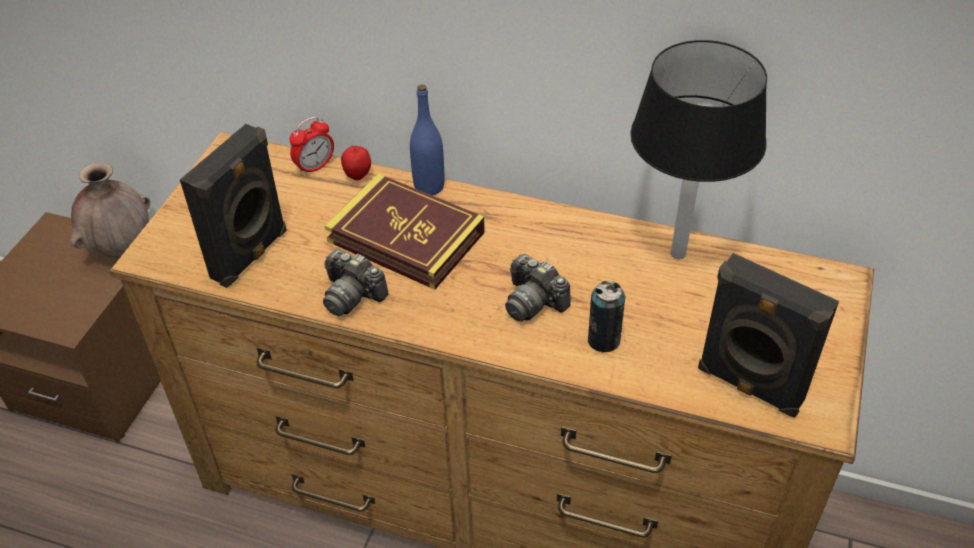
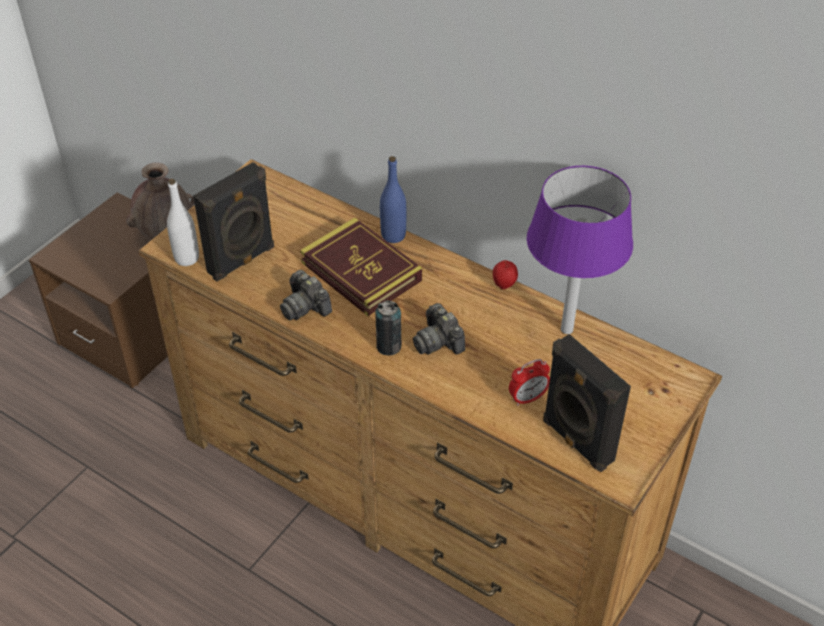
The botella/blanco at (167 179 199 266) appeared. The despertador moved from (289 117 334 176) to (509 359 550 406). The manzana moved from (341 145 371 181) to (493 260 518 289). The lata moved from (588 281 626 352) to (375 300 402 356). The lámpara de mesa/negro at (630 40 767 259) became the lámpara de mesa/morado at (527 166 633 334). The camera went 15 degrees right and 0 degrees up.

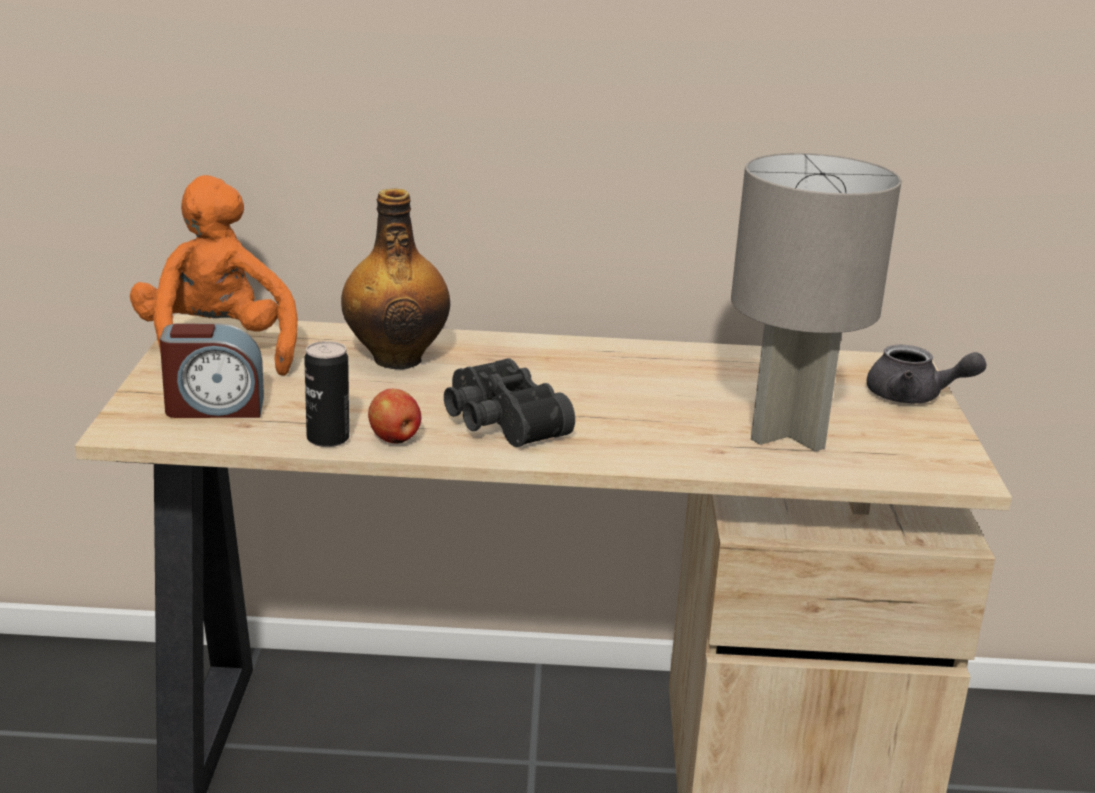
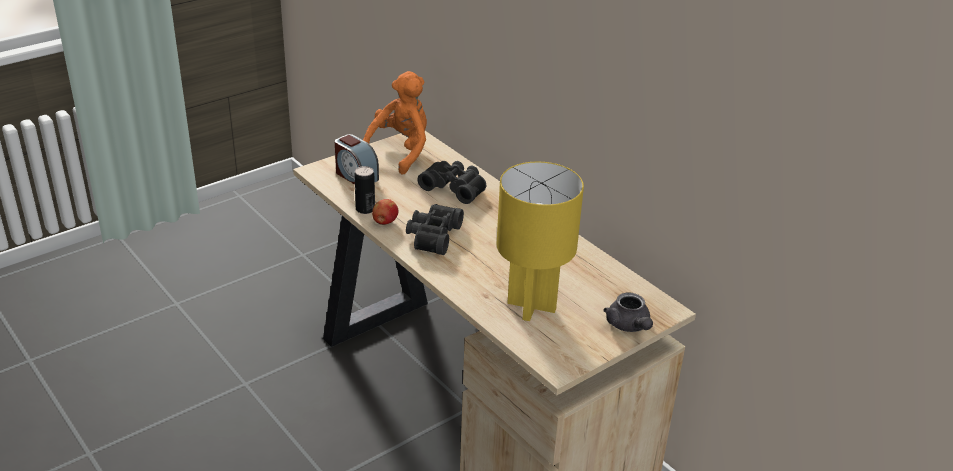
The botella at (341 188 450 369) was replaced by the prismáticos/negro at (417 161 486 204). The lámpara de mesa/gris at (731 153 901 451) became the lámpara de mesa/amarillo at (497 161 584 321). The camera went 50 degrees right and 10 degrees up.

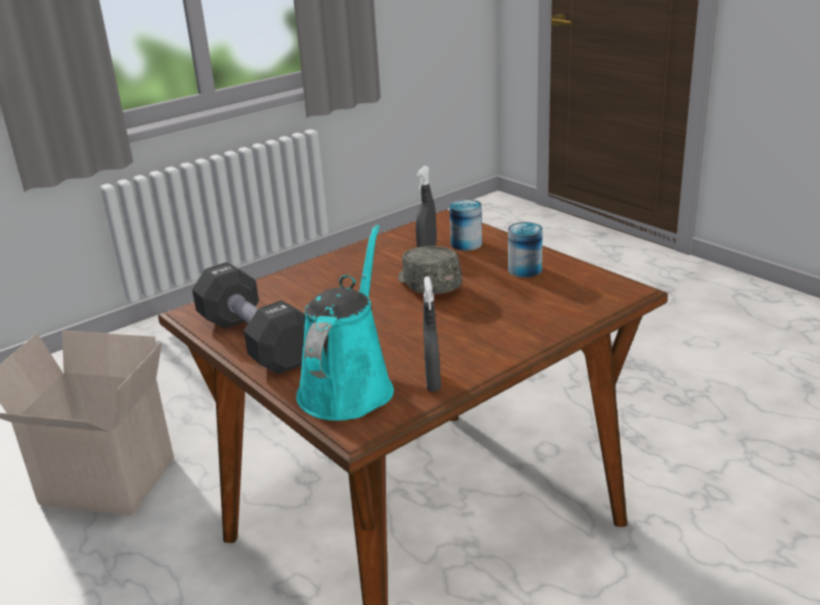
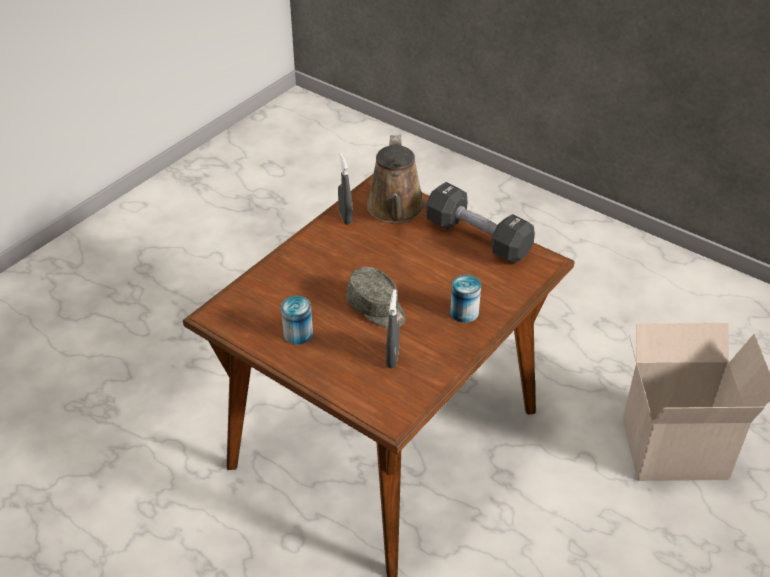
The lata moved from (450 199 482 251) to (450 275 481 323). The regadera/turquesa at (296 225 394 421) became the regadera/marrón at (367 135 425 223). The camera went 165 degrees right and 15 degrees up.

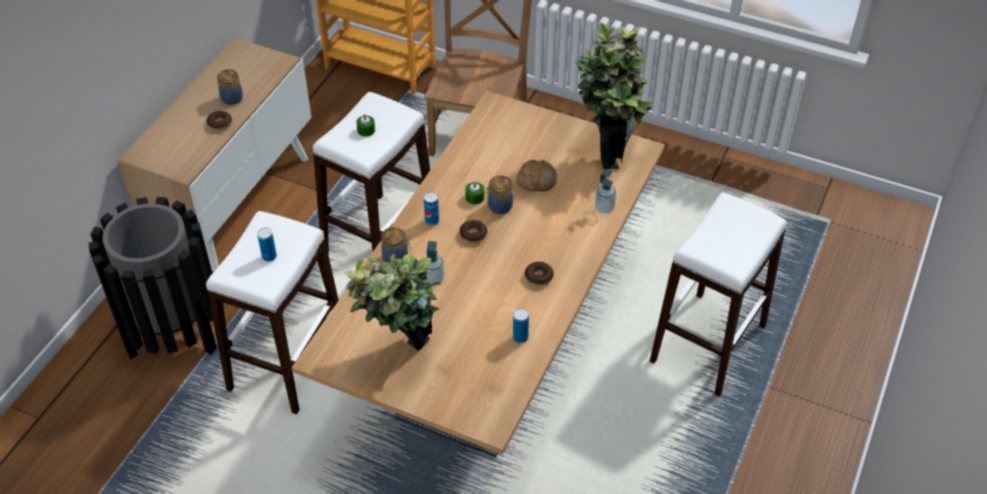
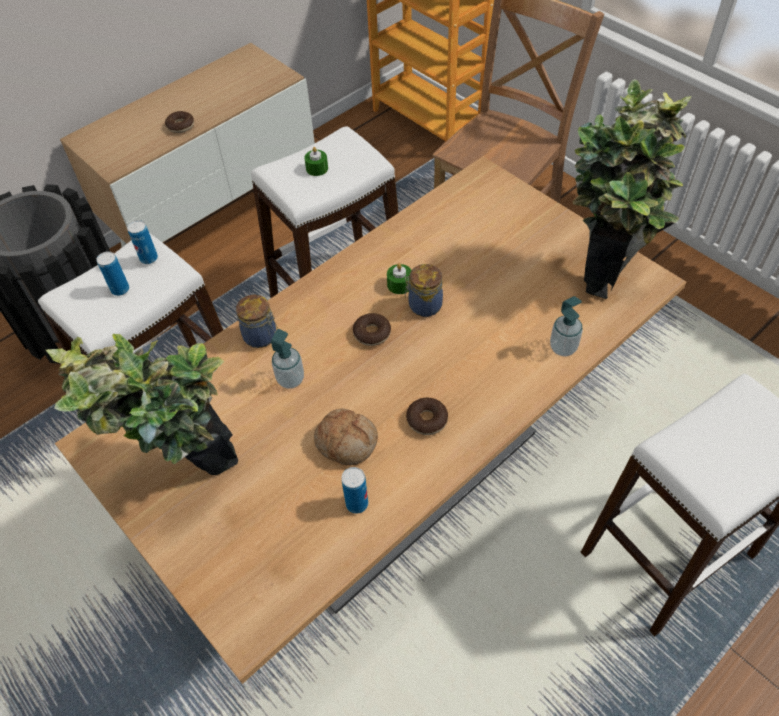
The tarro at (217 69 243 105) disappeared. The lata moved from (424 192 439 226) to (127 220 158 264). The pan moved from (517 160 557 192) to (314 409 378 466). The camera went 25 degrees right and 5 degrees up.

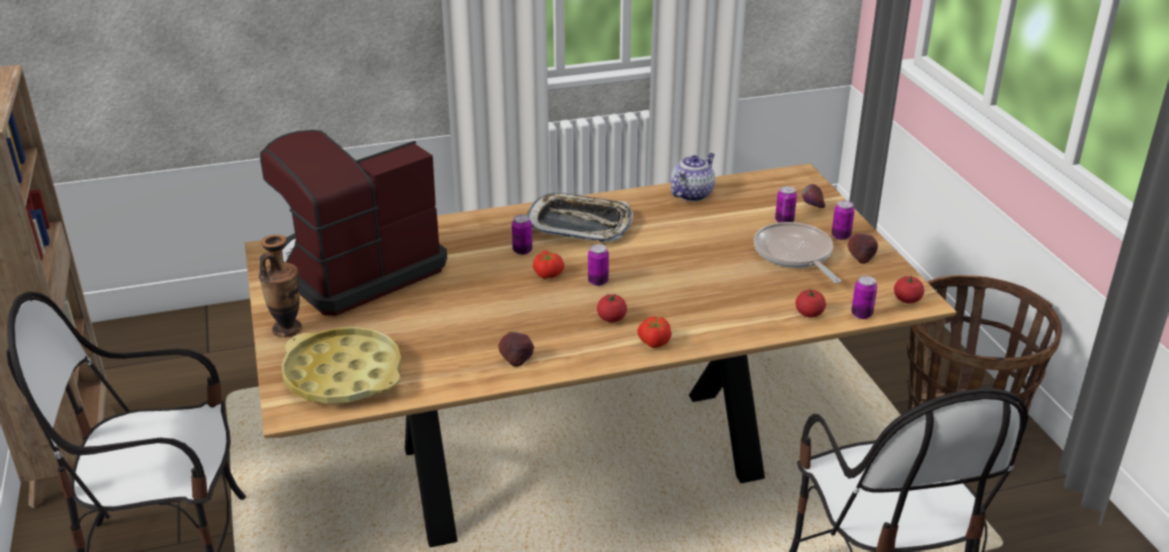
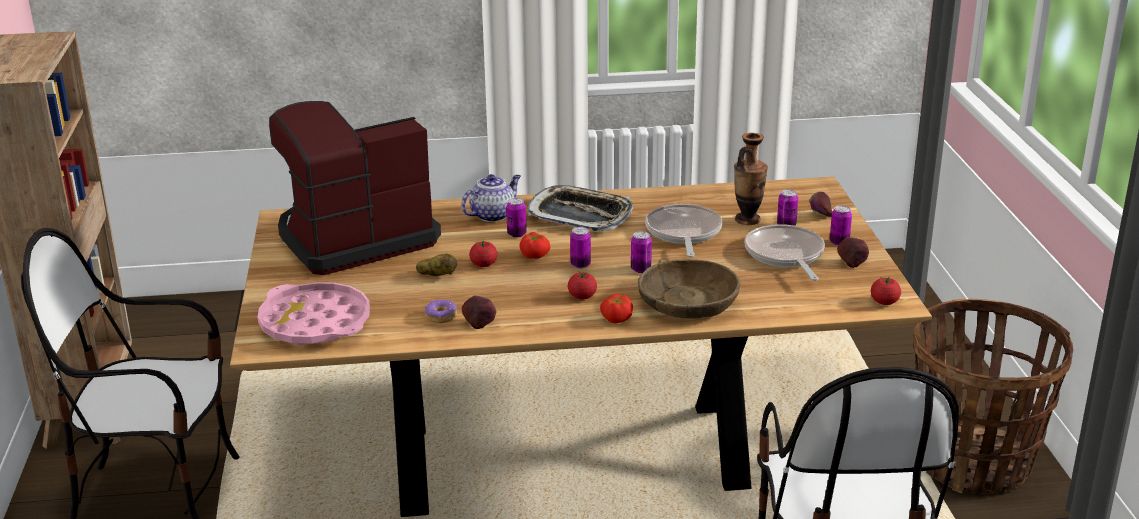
The patata at (416 254 457 276) appeared. The rosquilla at (425 300 457 323) appeared. The cuenco/marrón at (638 259 740 319) appeared. The sartén at (645 204 722 257) appeared. The florero moved from (258 235 302 338) to (734 133 768 225). The tetera moved from (671 153 715 202) to (461 174 521 222). The tomate moved from (795 288 826 317) to (469 240 498 267). The lata moved from (851 276 877 319) to (631 231 652 273). The bandeja/amarillo at (281 327 402 404) became the bandeja/rosa at (258 282 370 345). The camera went 10 degrees right and 5 degrees down.

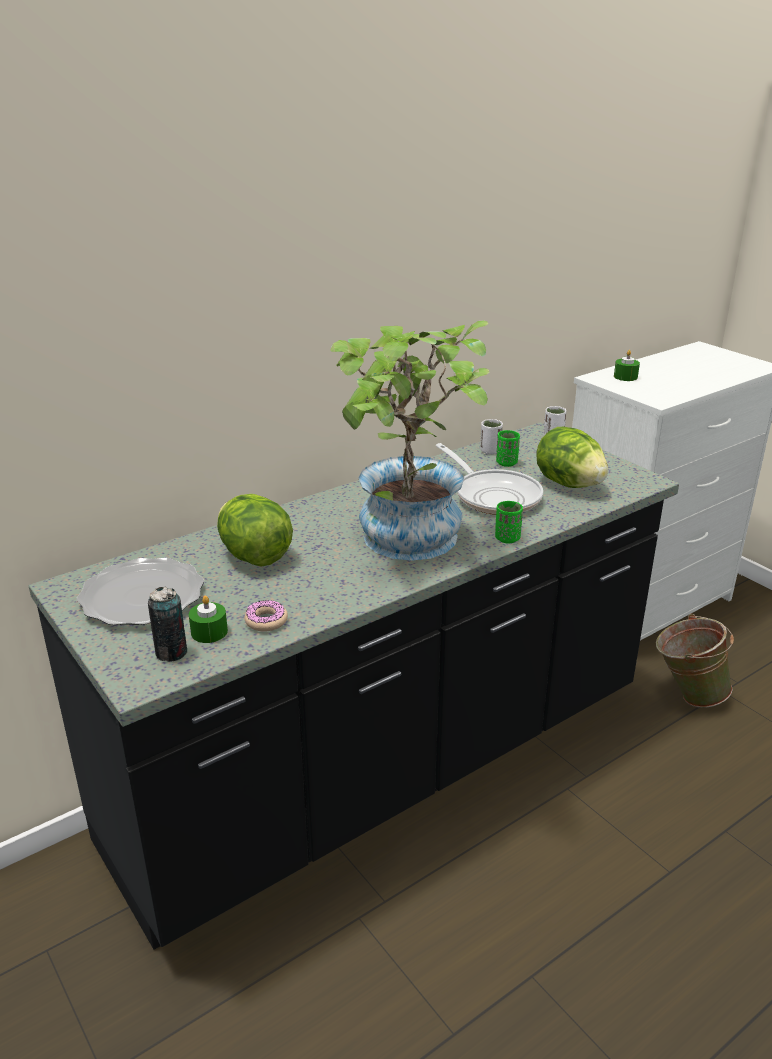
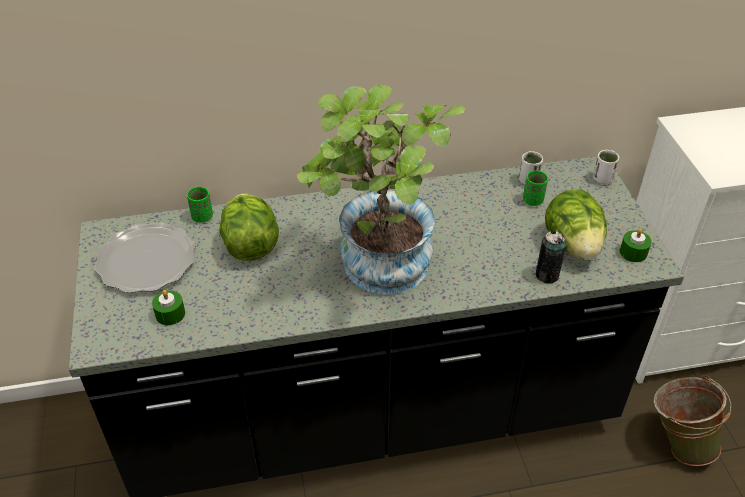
The rosquilla at (244 600 288 631) disappeared. The sartén at (436 443 543 515) disappeared. The lata moved from (148 587 187 662) to (536 230 567 284). The taza/verde moved from (495 501 523 543) to (187 187 213 223). The vela/verde moved from (614 350 640 381) to (620 228 652 262). The camera went 25 degrees right and 15 degrees up.

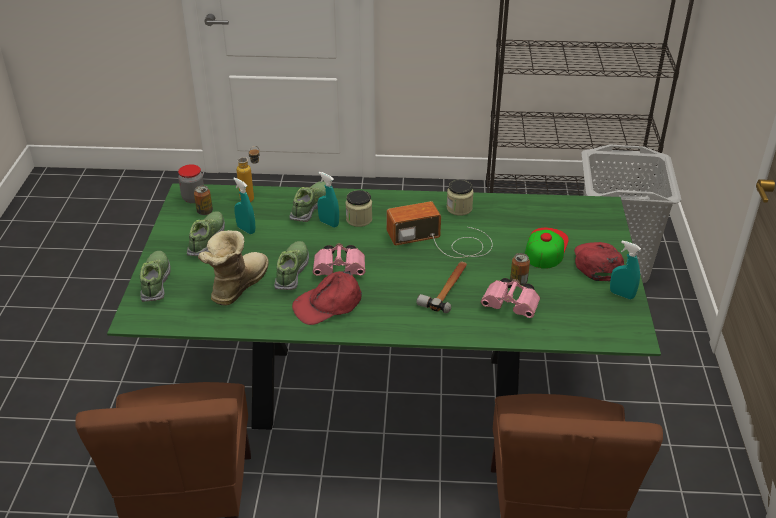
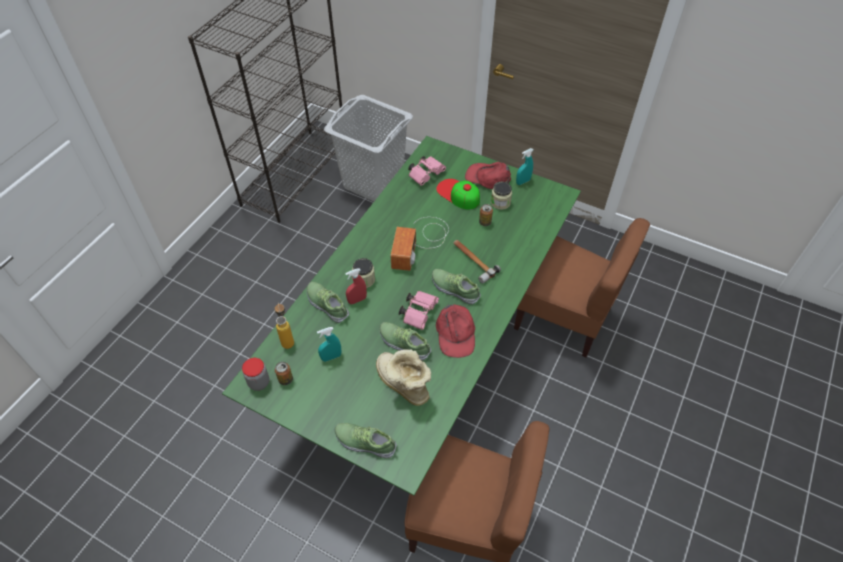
The zapato moved from (187 211 225 256) to (432 269 481 305). The tarro moved from (447 180 474 216) to (491 182 512 210). The prismáticos/rosa moved from (481 278 540 318) to (408 156 446 186). The pulverizador/turquesa at (318 171 339 227) became the pulverizador/rojo at (345 268 367 304). The camera went 65 degrees left and 15 degrees up.

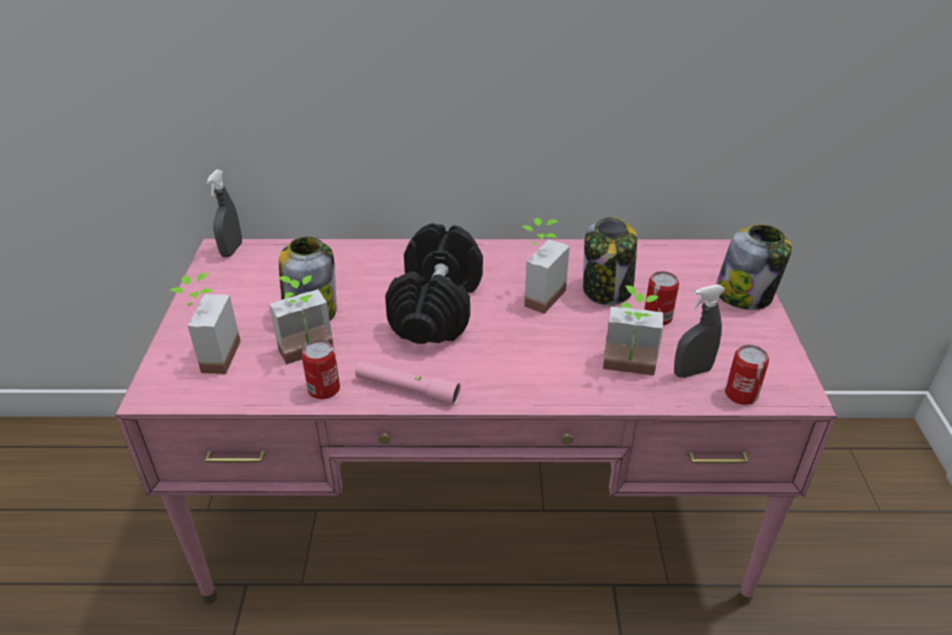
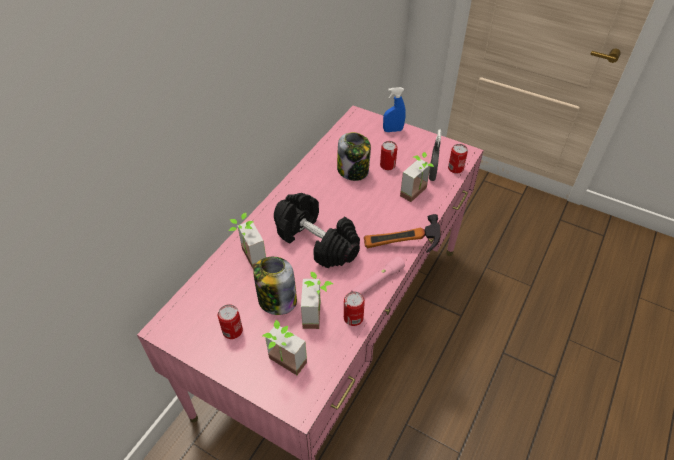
The pulverizador/gris at (206 169 242 258) disappeared. The lata at (218 304 243 339) appeared. The martillo at (364 214 441 253) appeared. The planta en maceta moved from (521 218 570 314) to (229 213 266 269). The tarro at (716 224 792 310) was replaced by the pulverizador/azul at (383 87 406 132). The camera went 60 degrees left and 10 degrees up.

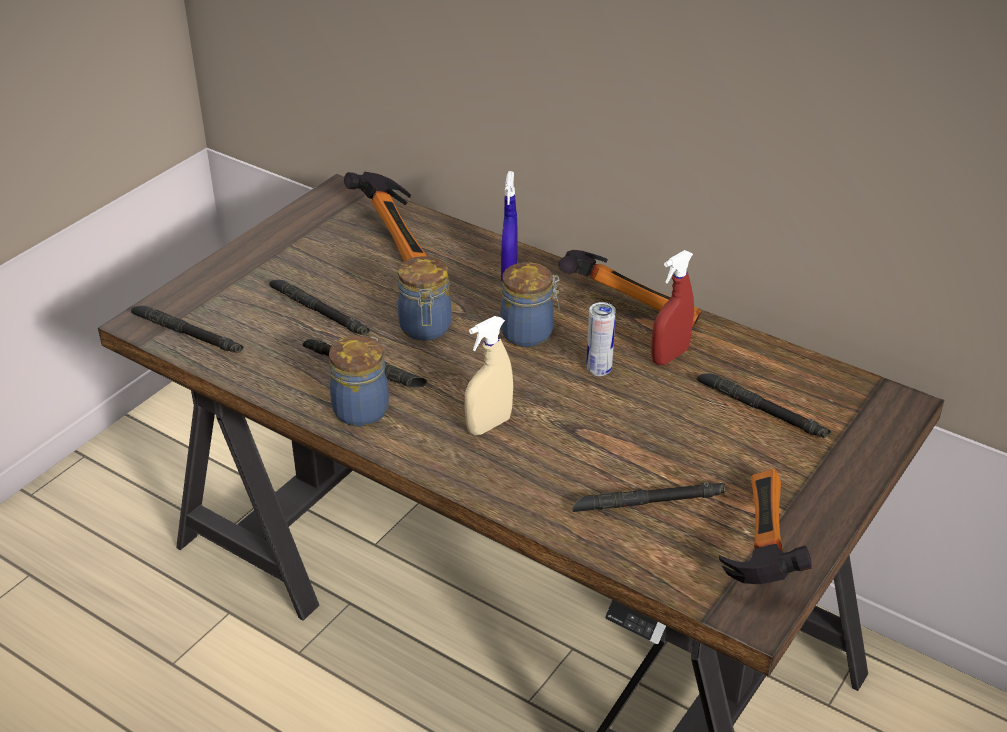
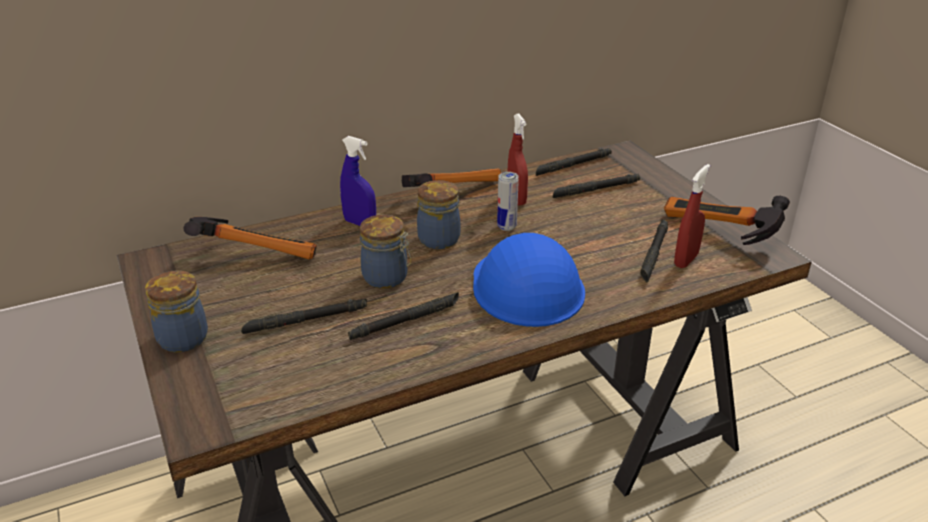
The pulverizador/rojo at (674 164 710 268) appeared. The linterna/negro moved from (131 306 244 353) to (536 148 612 176). The tarro moved from (329 336 389 427) to (145 270 208 352). The pulverizador/beis at (465 316 513 435) was replaced by the casco/azul at (473 233 585 327). The camera went 60 degrees left and 5 degrees down.

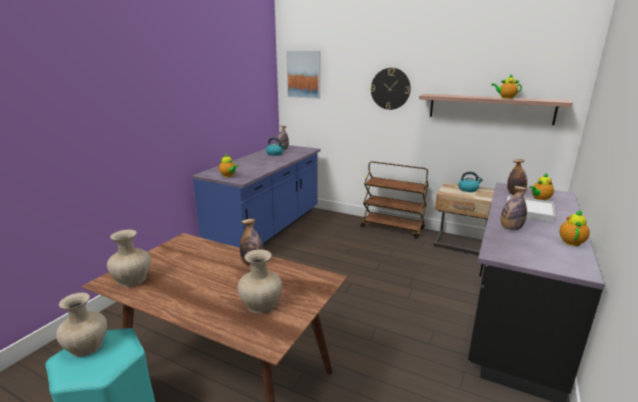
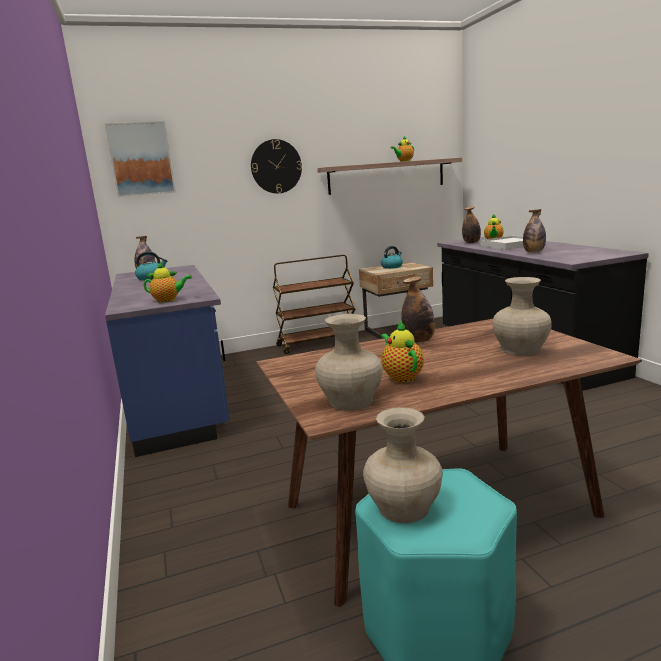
The tetera moved from (559 209 590 246) to (381 320 424 383). The camera went 45 degrees left and 5 degrees down.

